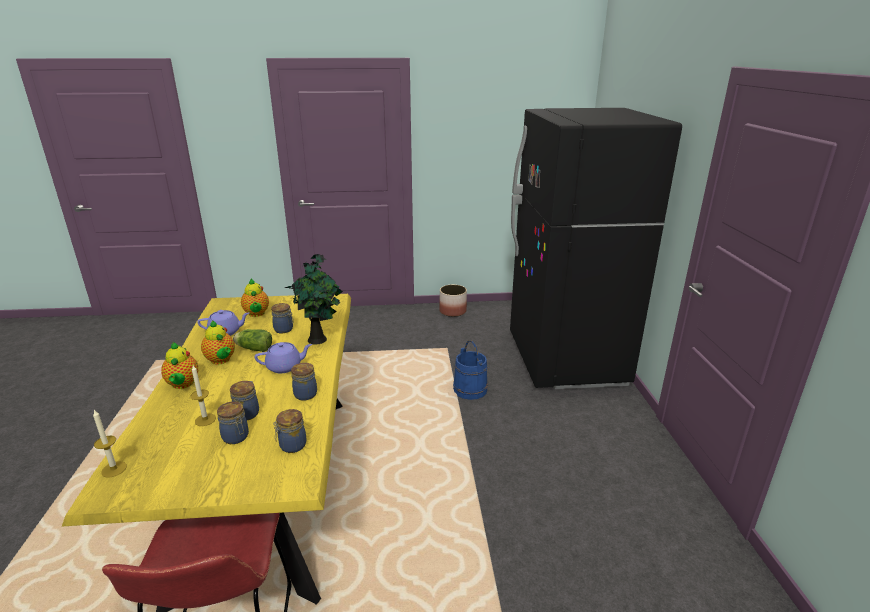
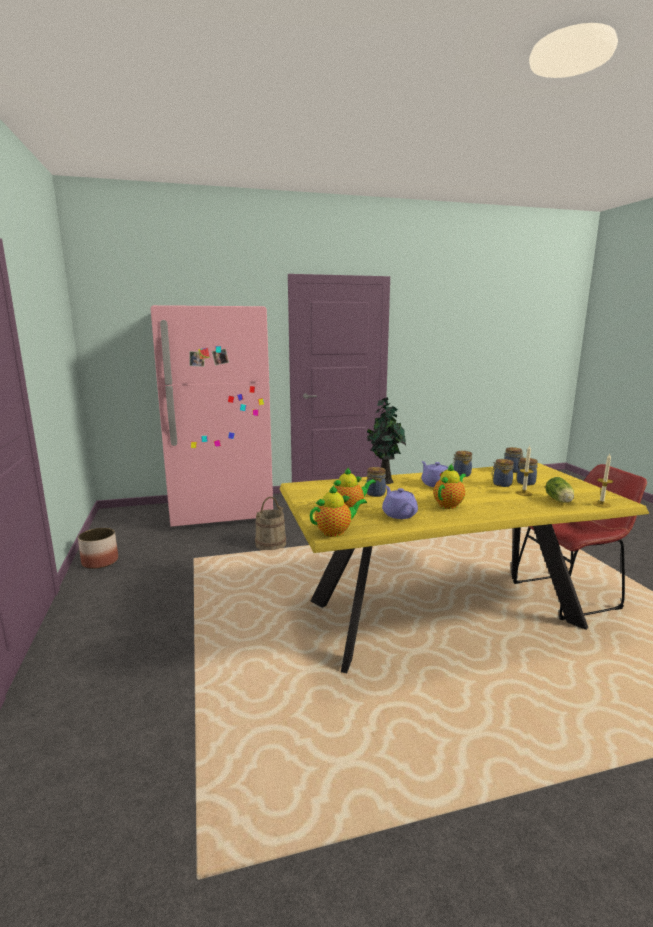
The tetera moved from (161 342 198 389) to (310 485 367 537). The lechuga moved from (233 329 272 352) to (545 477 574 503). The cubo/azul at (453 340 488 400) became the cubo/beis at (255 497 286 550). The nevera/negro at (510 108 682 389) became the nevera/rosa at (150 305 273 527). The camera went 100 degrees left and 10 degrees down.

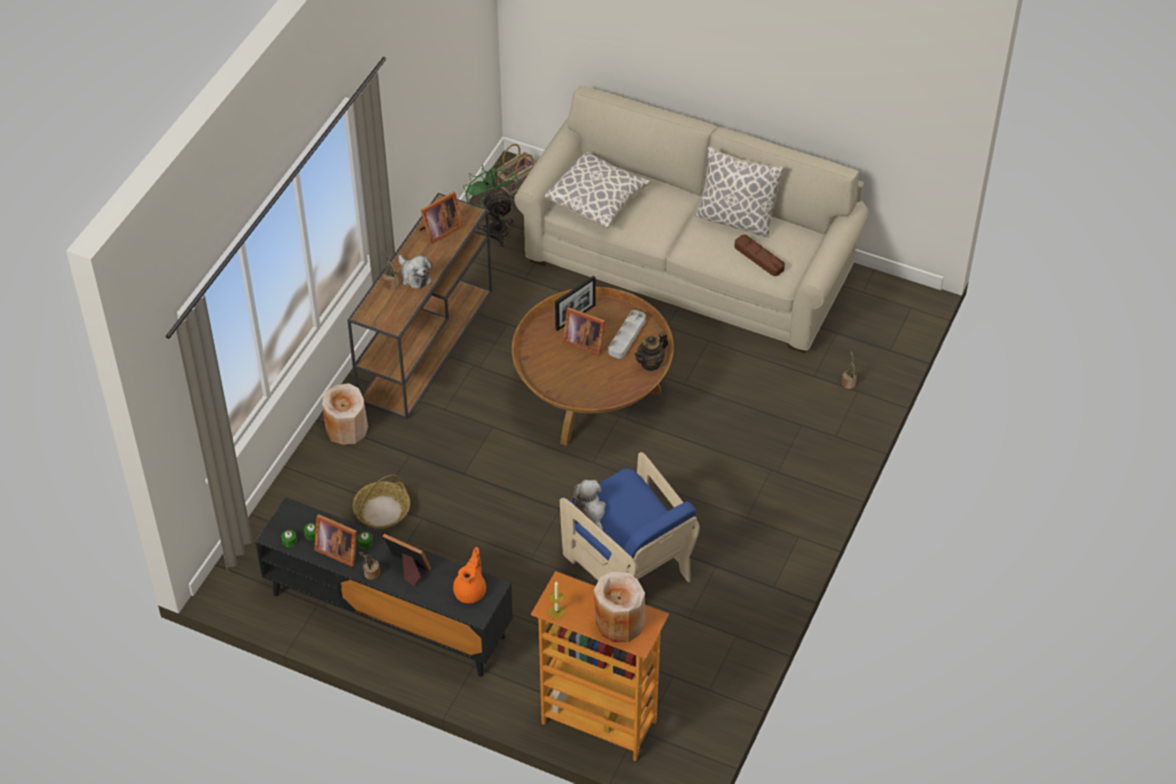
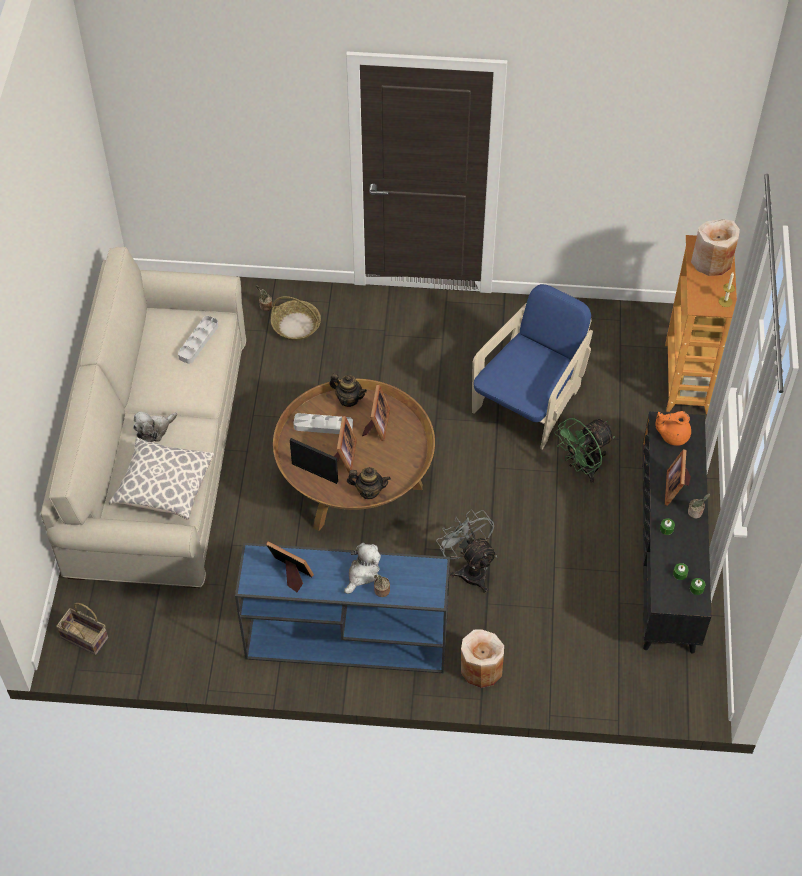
The cojín at (695 146 783 237) disappeared. The tetera at (347 467 391 499) appeared. The ventilador/gris at (436 510 497 593) appeared. The portarretratos moved from (314 514 357 567) to (362 385 390 441). The cesta moved from (353 475 410 529) to (271 296 321 341). The ventilador/verde moved from (463 162 520 247) to (554 418 615 483). The peluche moved from (572 480 606 530) to (133 411 177 442). The mesa consola/marrón at (348 193 492 420) became the mesa consola/azul at (235 543 450 673). The bandeja/marrón at (734 235 785 276) became the bandeja/gris at (178 316 218 364). The camera went 110 degrees left and 5 degrees up.

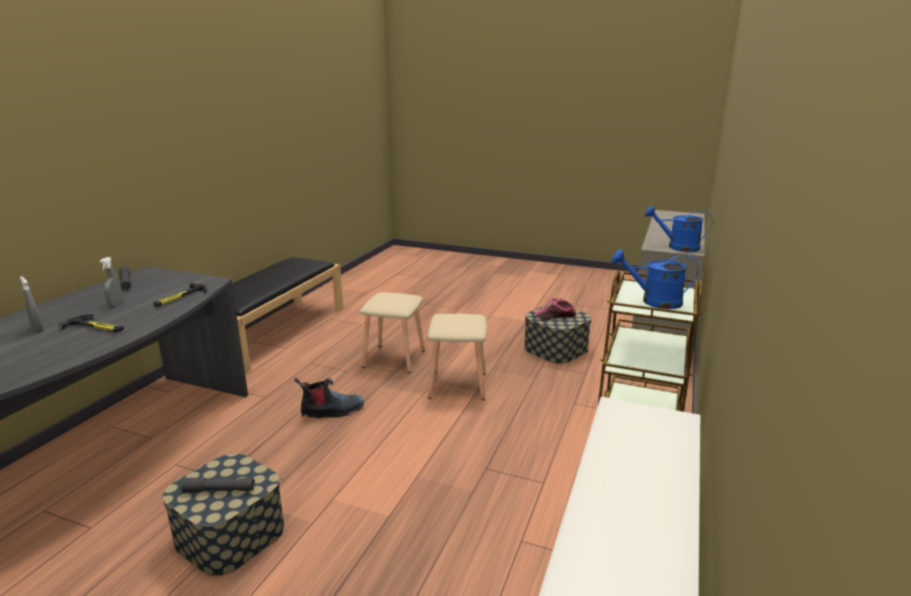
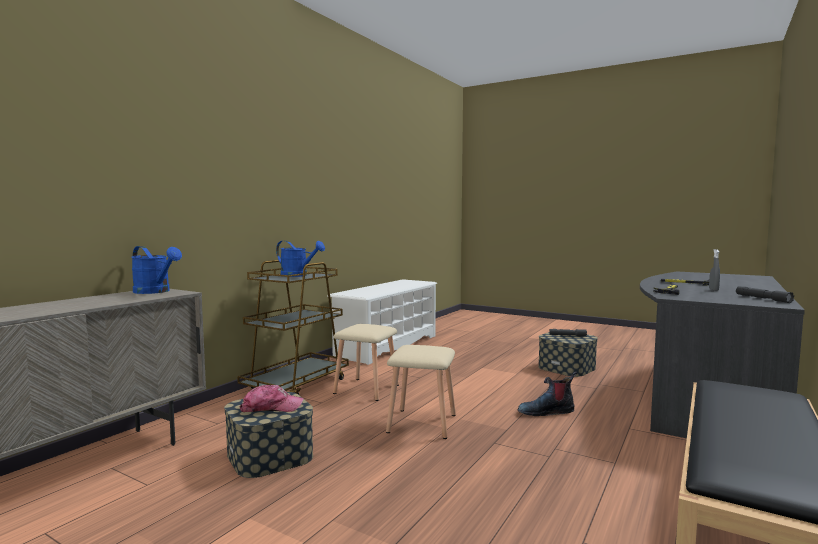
The pulverizador/gris at (20 276 43 332) disappeared. The taburete/beis moved from (360 292 425 373) to (333 324 399 401). The camera went 170 degrees left and 15 degrees down.

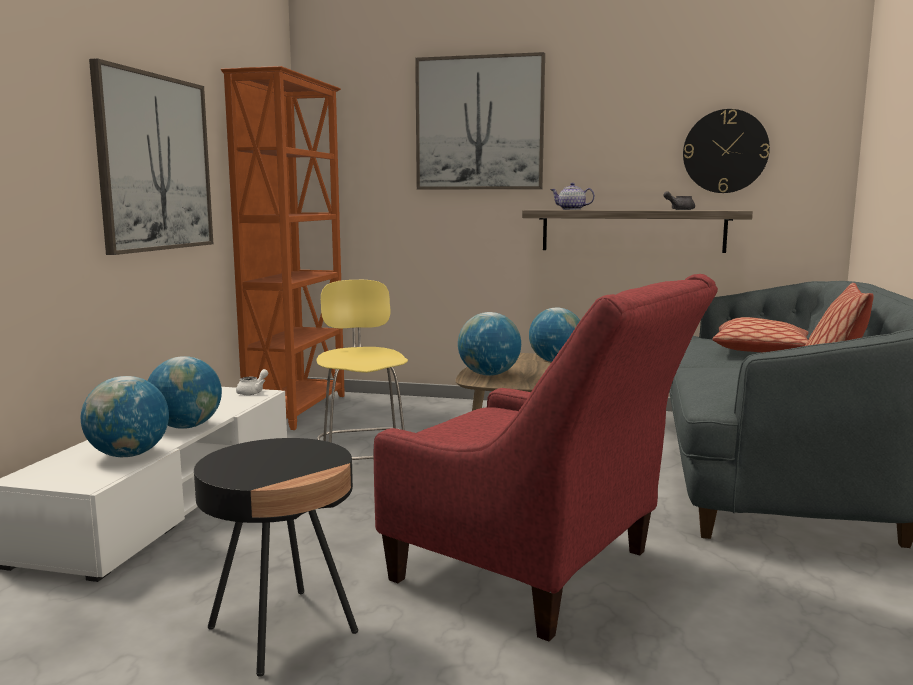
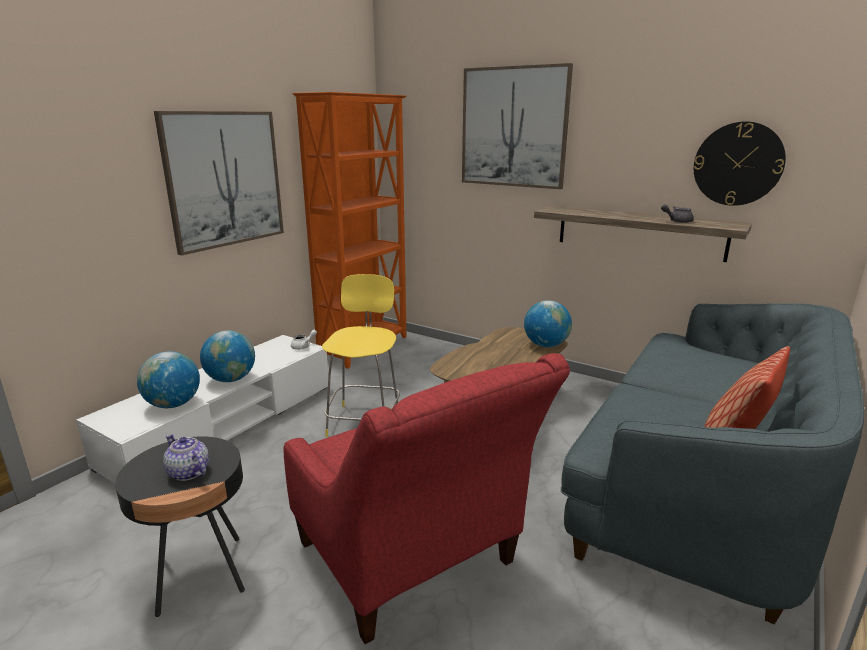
The globo terráqueo at (458 312 521 376) disappeared. The cojín at (713 317 809 352) disappeared. The tetera moved from (550 183 595 210) to (163 434 209 481). The camera went 20 degrees right and 10 degrees up.

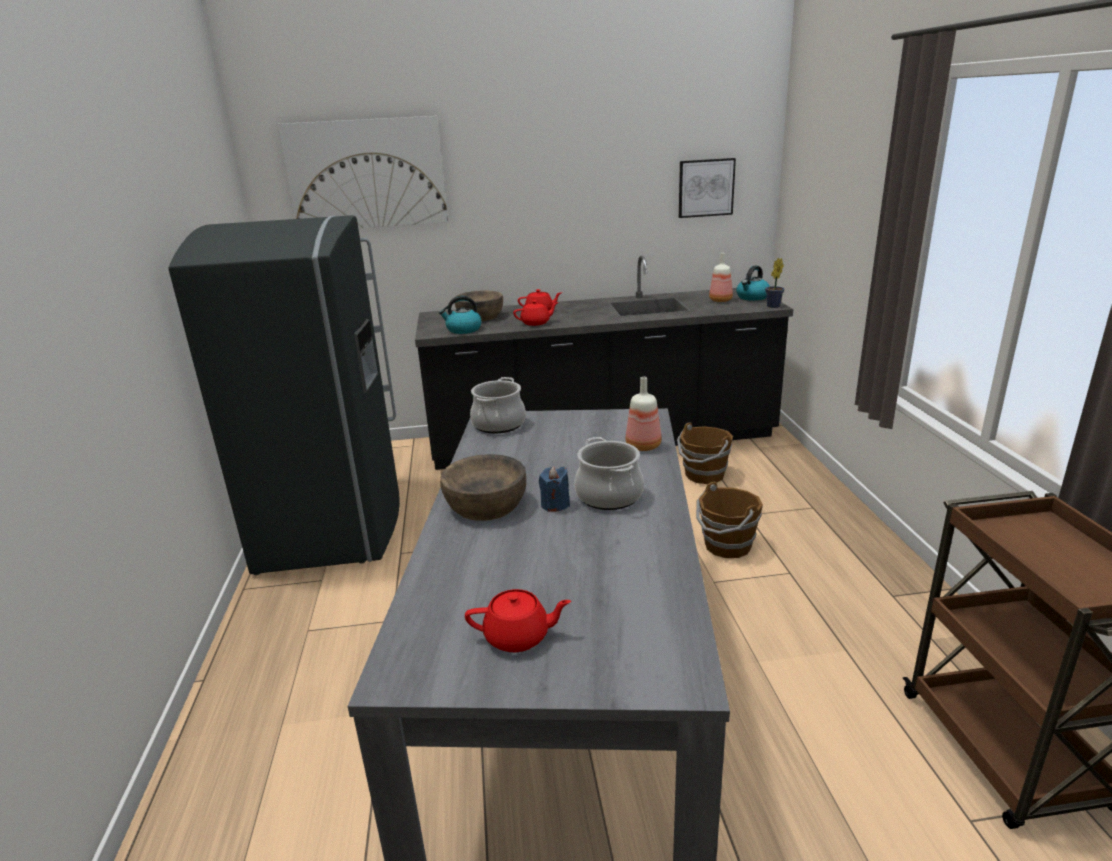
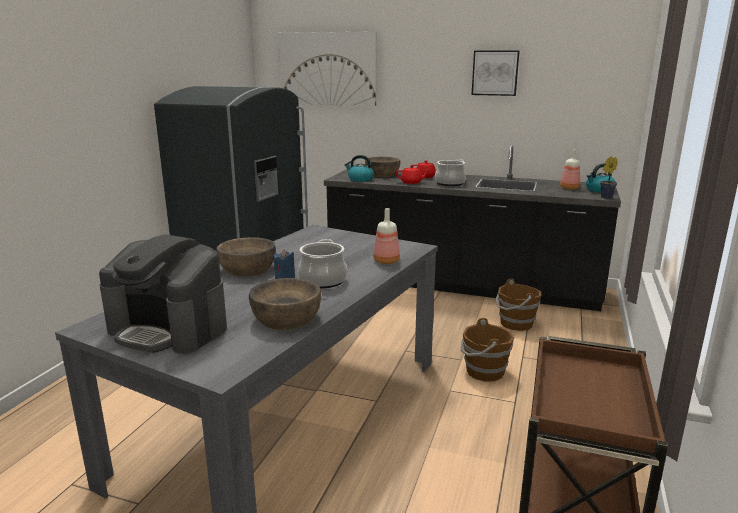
The cuenco/marrón at (249 278 321 330) appeared. The olla moved from (470 377 526 433) to (435 159 466 186). The cuadro moved from (679 158 736 218) to (472 50 520 96). The tetera/rojo at (465 589 571 652) was replaced by the cafetera at (99 234 227 354). The camera went 25 degrees right and 5 degrees down.

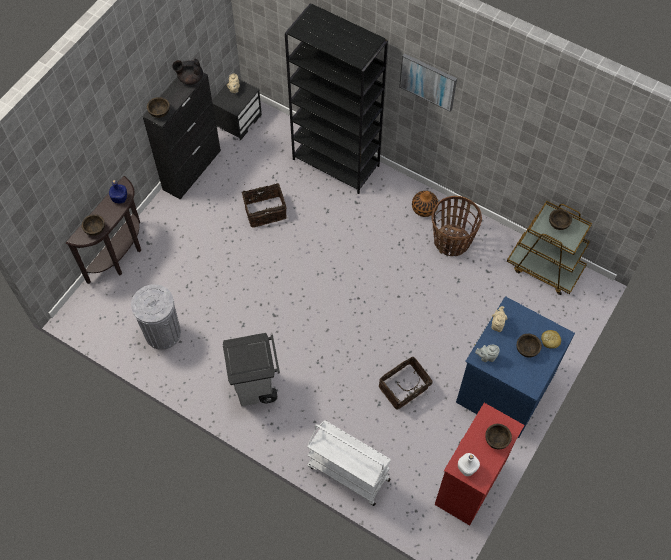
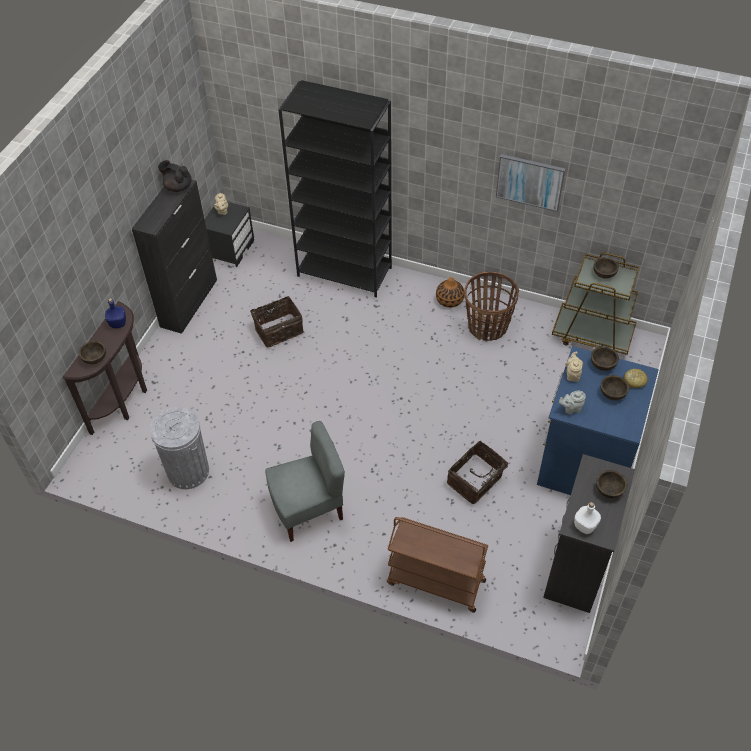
The cuenco/marrón moved from (147 97 170 118) to (591 346 619 371). The cuadro moved from (399 53 457 112) to (496 154 565 212). The papelera/gris at (223 333 280 406) was replaced by the silla/gris at (265 421 345 542). The carrito/blanco at (307 420 391 506) became the carrito/marrón at (387 517 488 613). The cómoda/rojo at (435 403 524 526) became the cómoda/negro at (543 454 635 613). The tetera/negro at (172 59 203 85) turned 45 degrees clockwise. The camera went 10 degrees left and 10 degrees down.

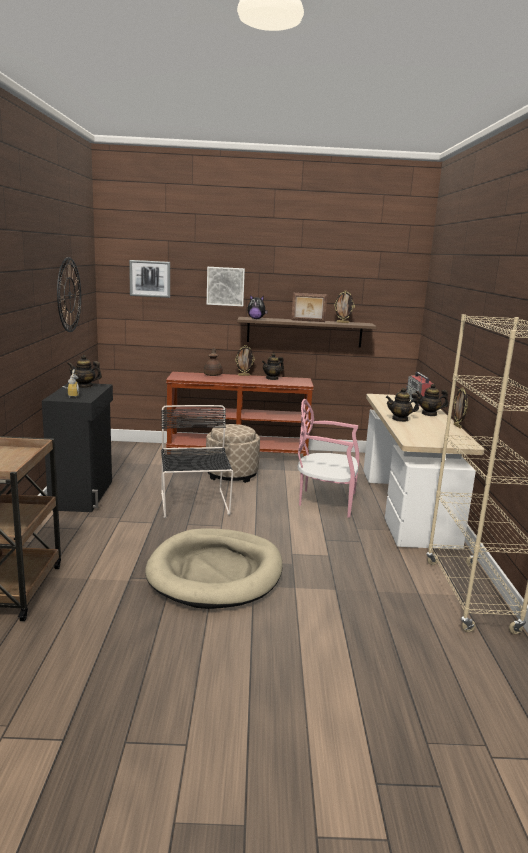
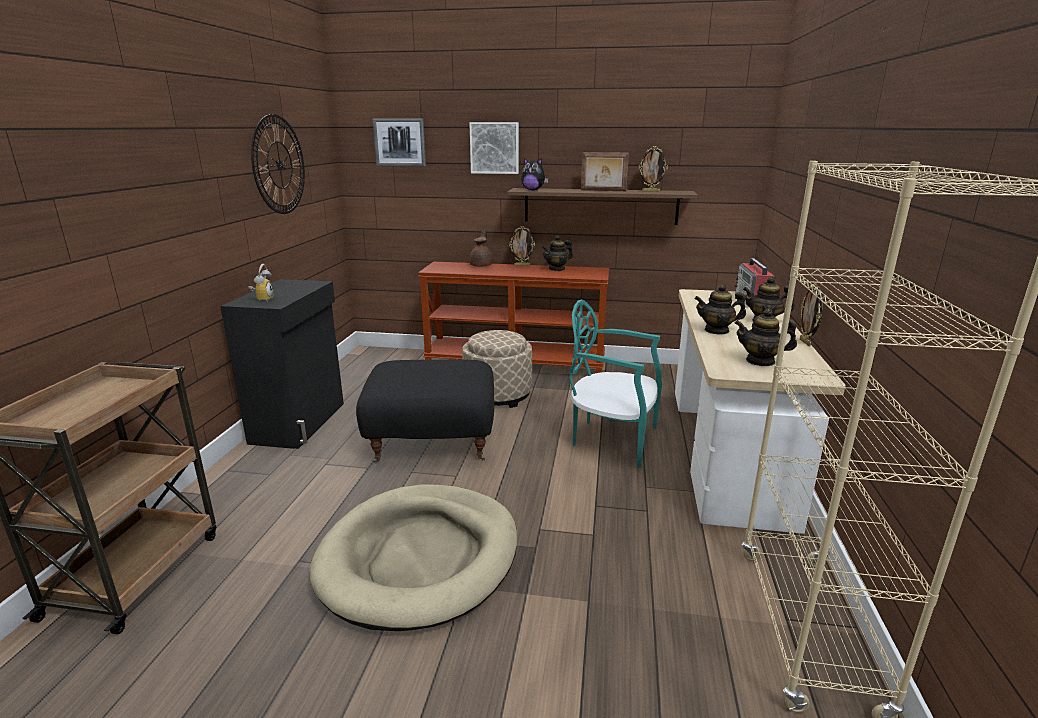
The tetera moved from (68 355 102 388) to (735 308 797 366). The silla/negro at (161 405 233 518) was replaced by the puf/negro at (356 359 494 463). The silla/rosa at (298 399 360 518) became the silla/turquesa at (569 300 662 468). The camera went 10 degrees right and 5 degrees up.

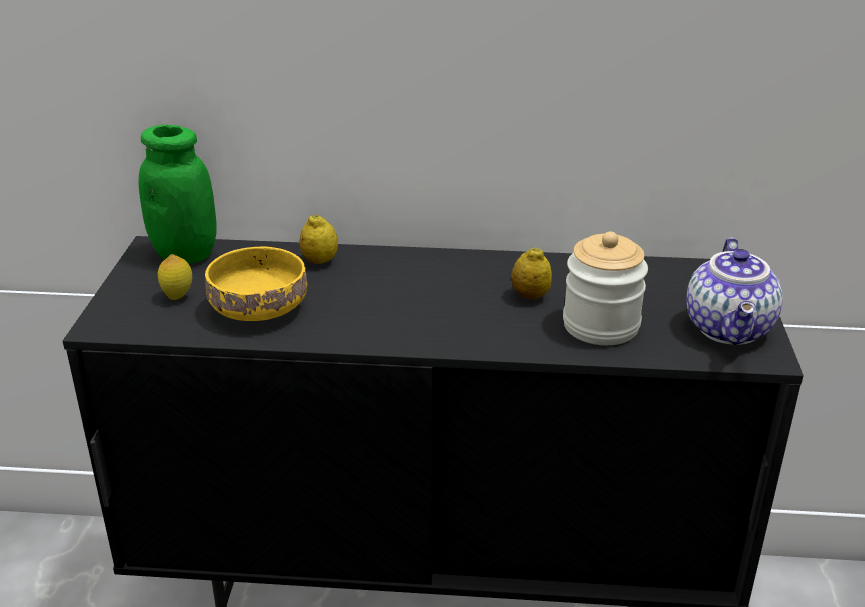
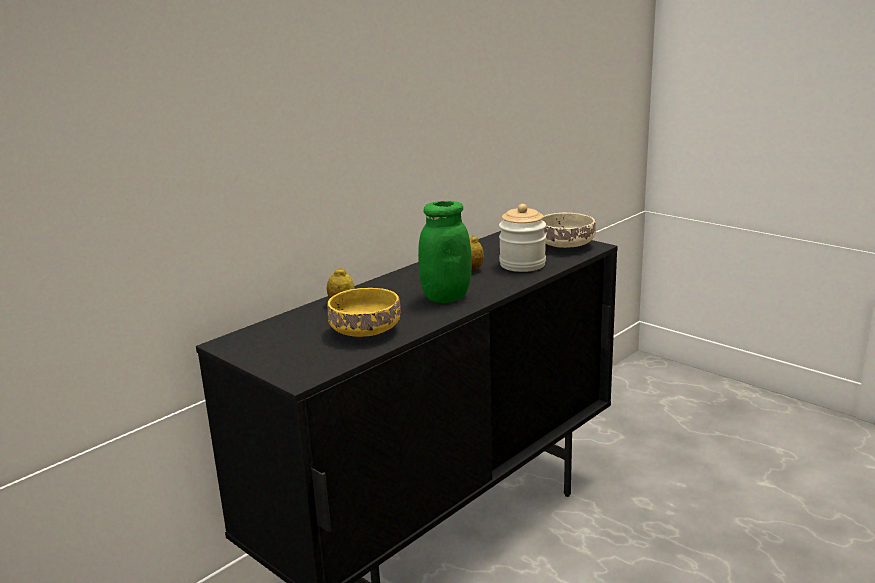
The limón at (158 254 192 300) disappeared. The tarro/verde moved from (139 124 217 264) to (418 201 472 303). The tetera at (686 237 783 345) was replaced by the cuenco/beis at (542 213 596 248). The camera went 50 degrees left and 10 degrees down.

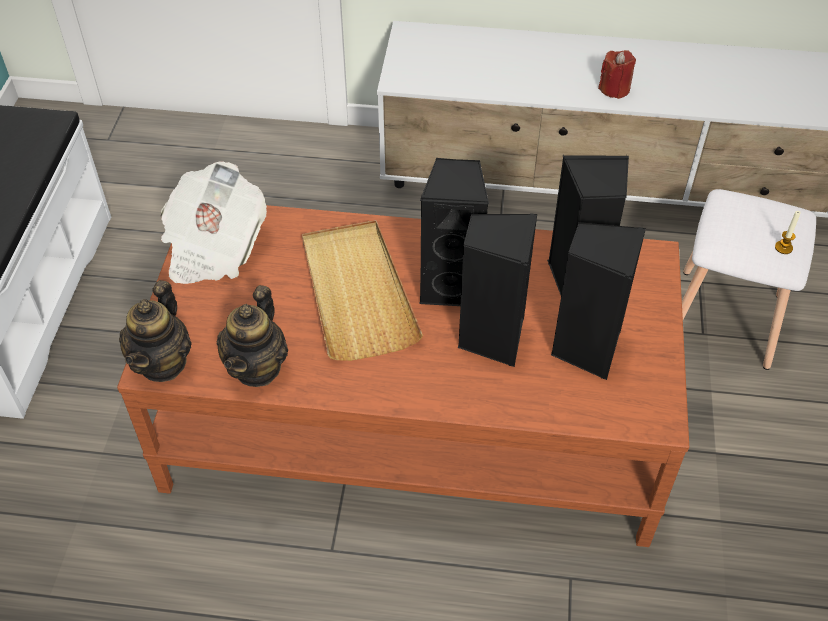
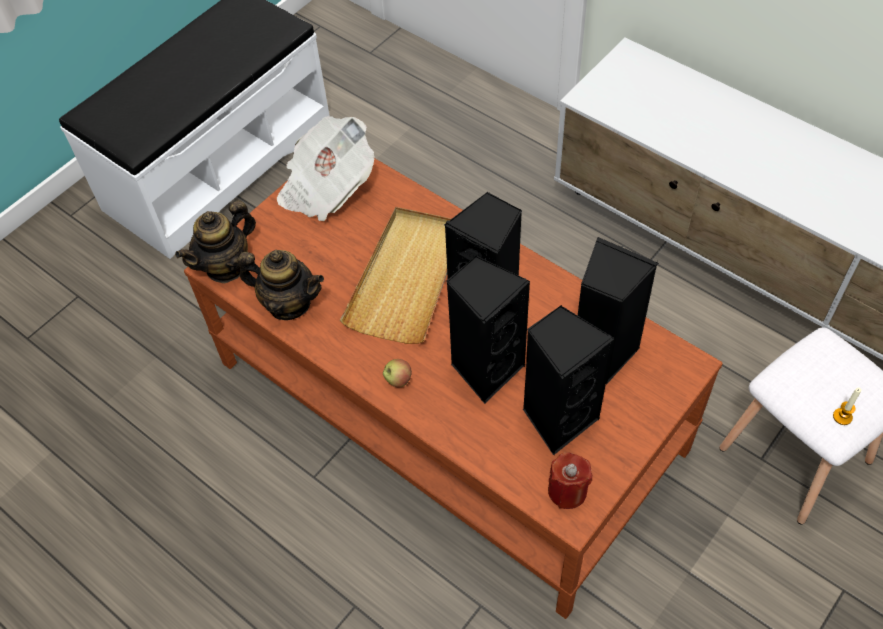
The manzana at (383 359 412 388) appeared. The vela/rojo moved from (598 50 636 99) to (548 452 593 509). The tetera at (216 285 288 387) turned 120 degrees counterclockwise. The camera went 35 degrees right and 5 degrees up.

